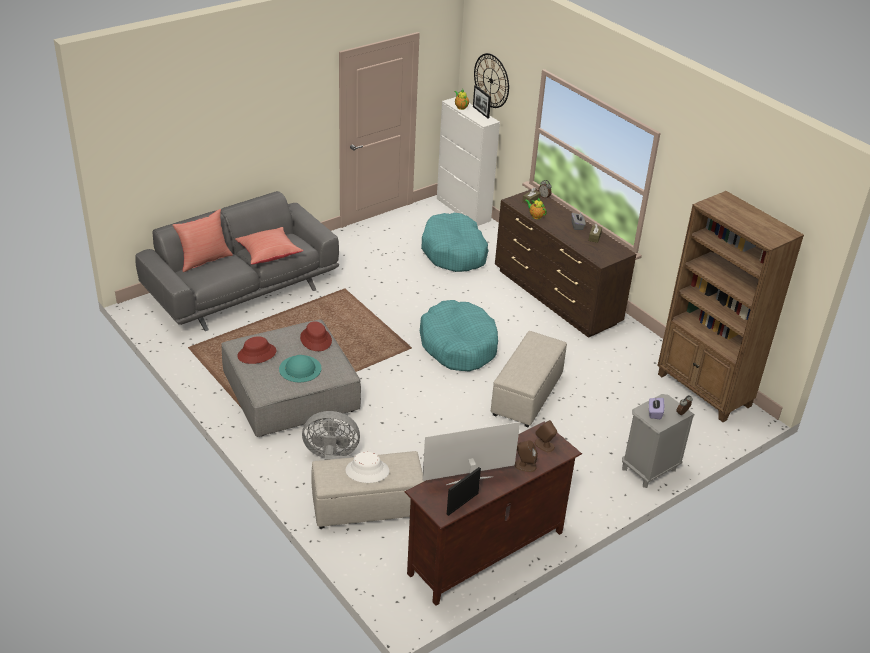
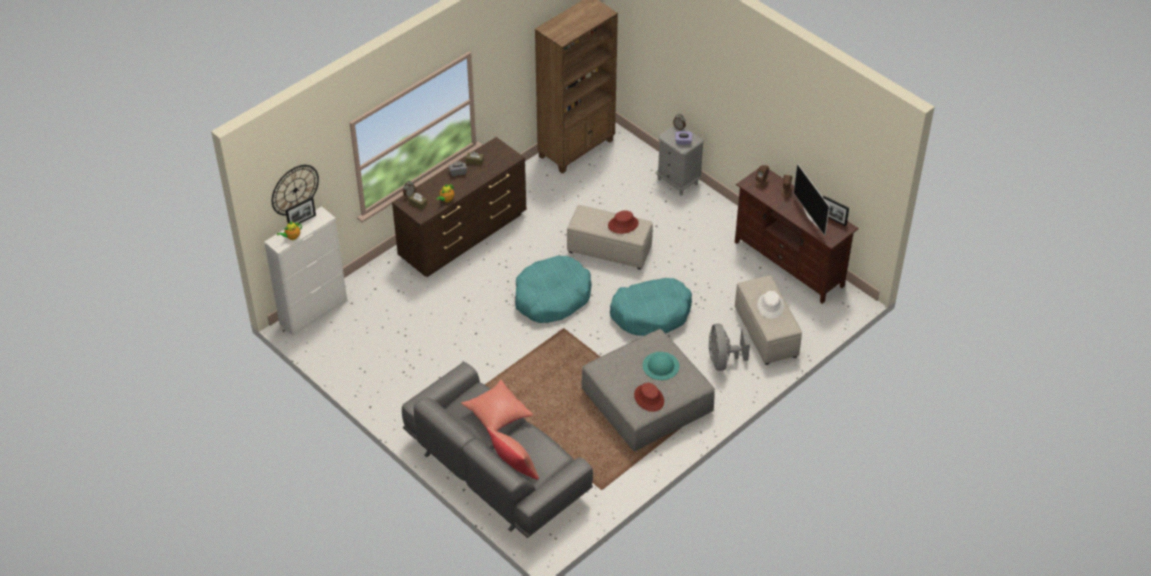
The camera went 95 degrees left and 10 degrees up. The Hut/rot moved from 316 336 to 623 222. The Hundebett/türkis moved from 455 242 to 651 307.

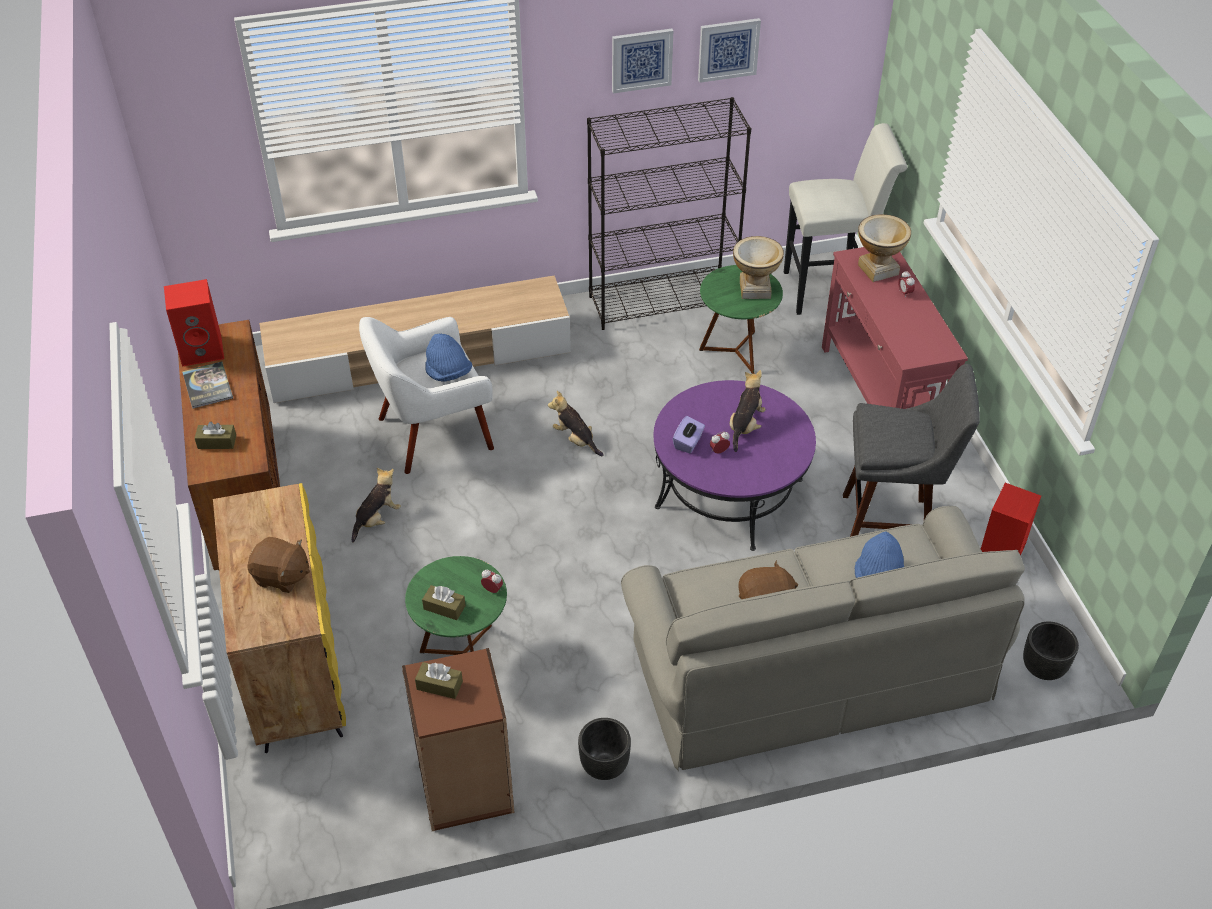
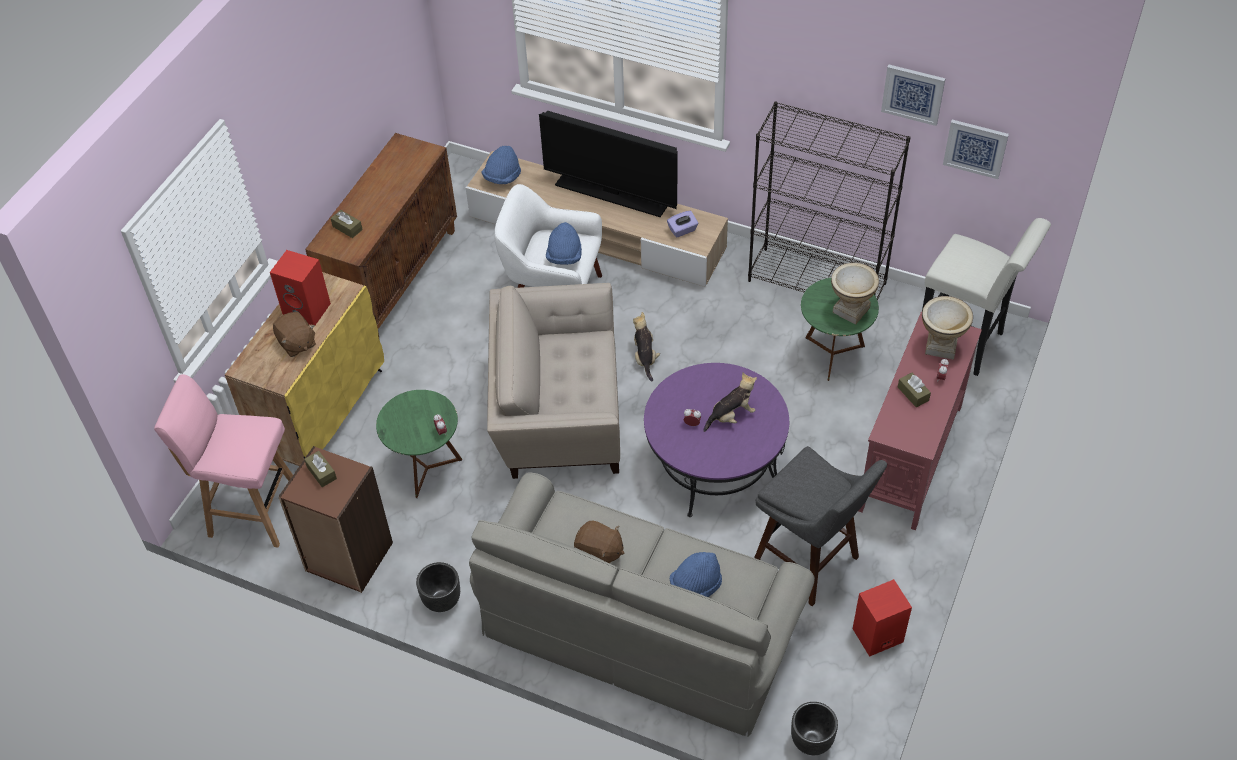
The camera went 40 degrees right and 5 degrees up. The Lautsprecher/rot moved from 194 323 to 300 287. The Buch at 207 385 disappeared. The Plüschtier at 376 505 disappeared. The Taschentuchbox/braun moved from 444 602 to 914 390. The Bild moved from 642 61 to 976 149. The Taschentuchbox/lila moved from 689 434 to 682 224. The Hocker/rosa at 223 461 appeared. The Hut/blau at 501 165 appeared. The Sessel/beige at 553 381 appeared. The Fernseher at 608 164 appeared.

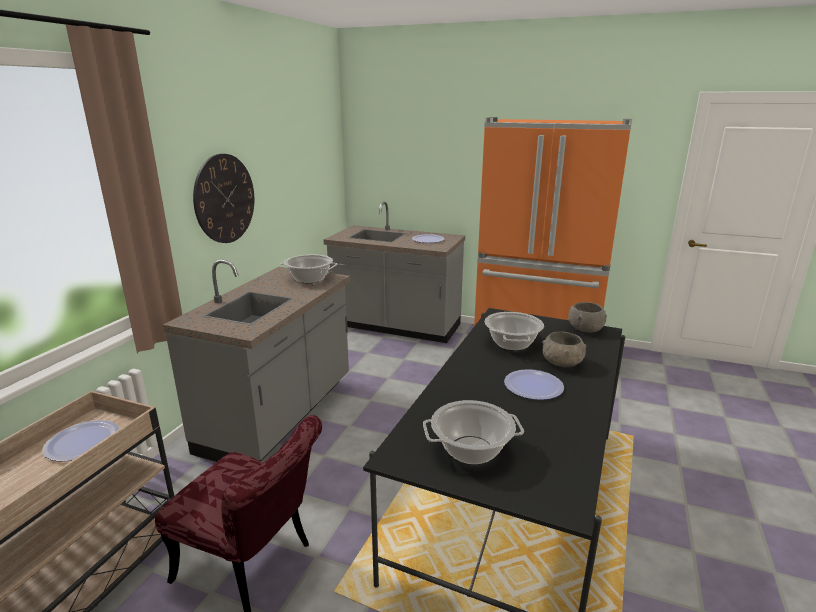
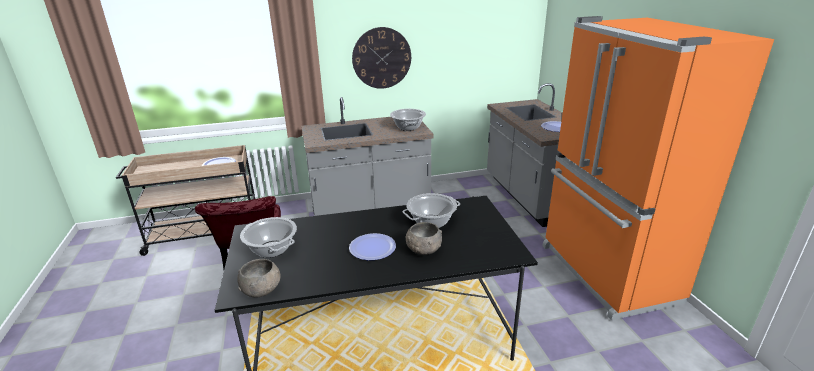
The camera went 55 degrees right and 5 degrees up. The Schüssel/grau moved from 587 317 to 258 278.

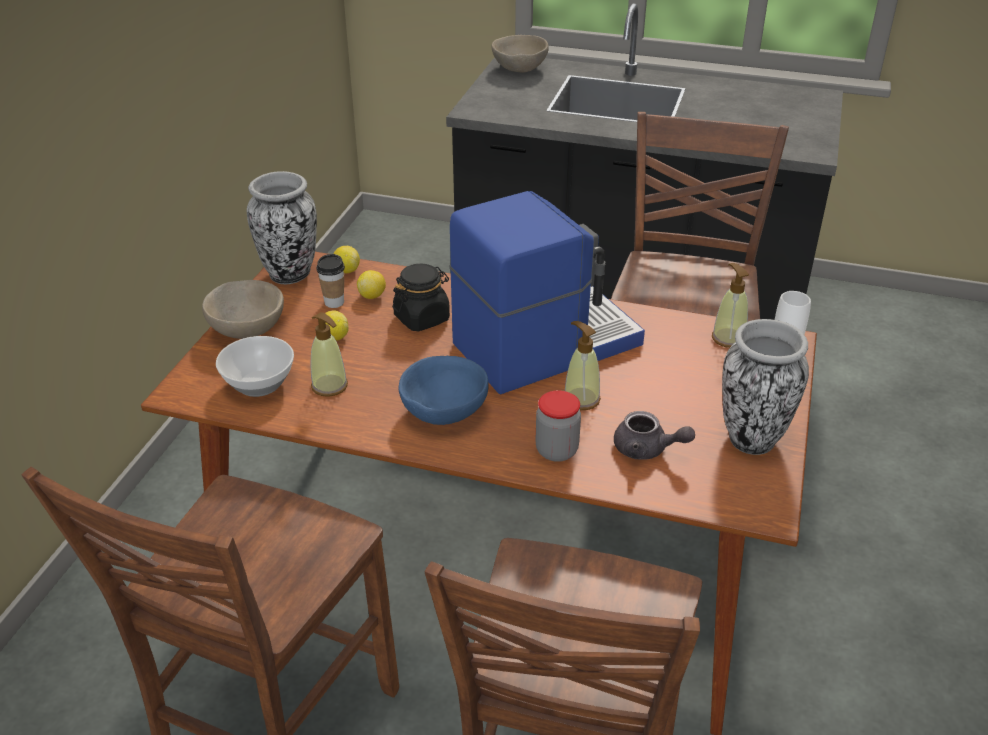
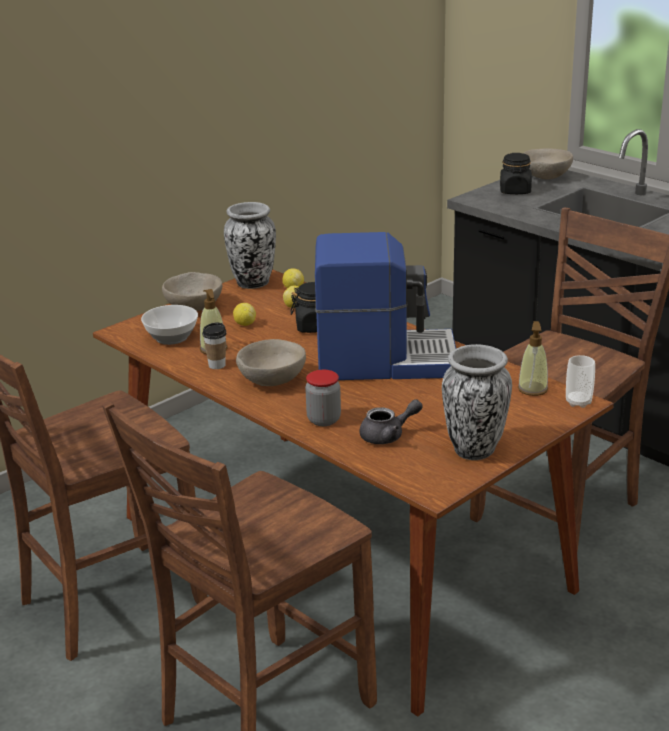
The camera went 30 degrees right and 10 degrees down. The Tasse moved from 330 281 to 214 346. The Schüssel/blau at 443 390 became the Schüssel/beige at 271 362. The Seifenspender at 583 365 disappeared. The Teekanne/grau at 654 435 turned 75 degrees counterclockwise. The Vorratsglas/schwarz at 516 173 appeared.

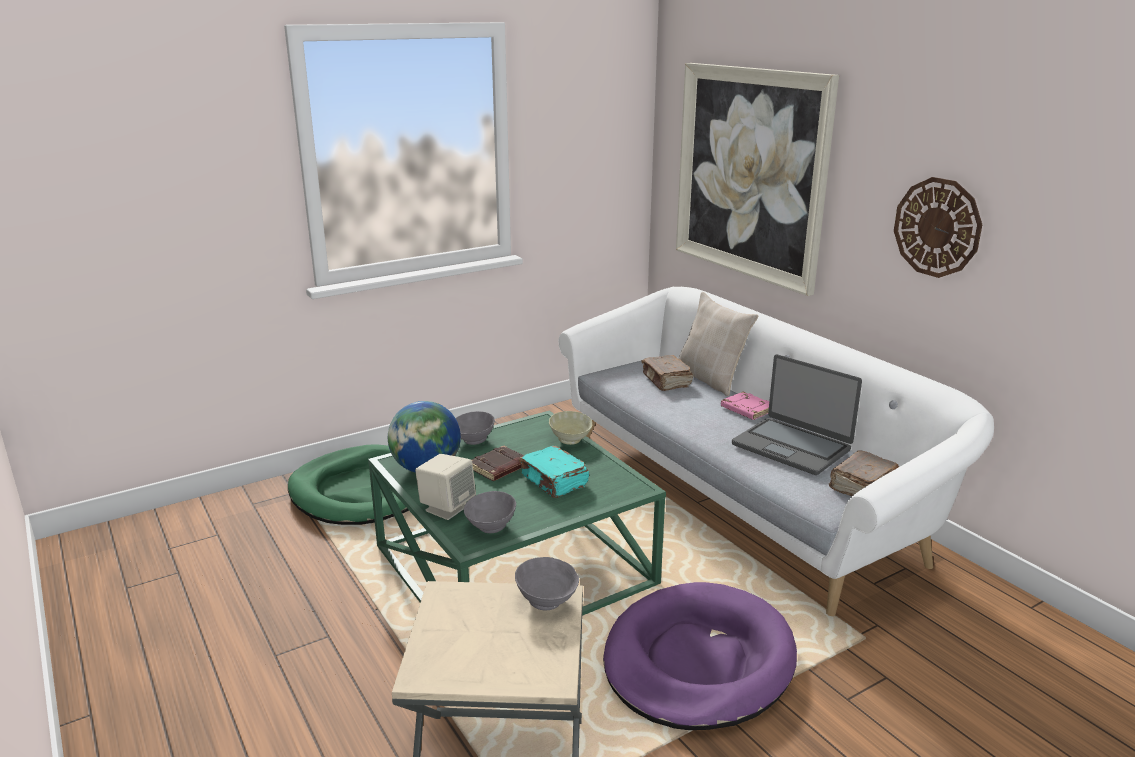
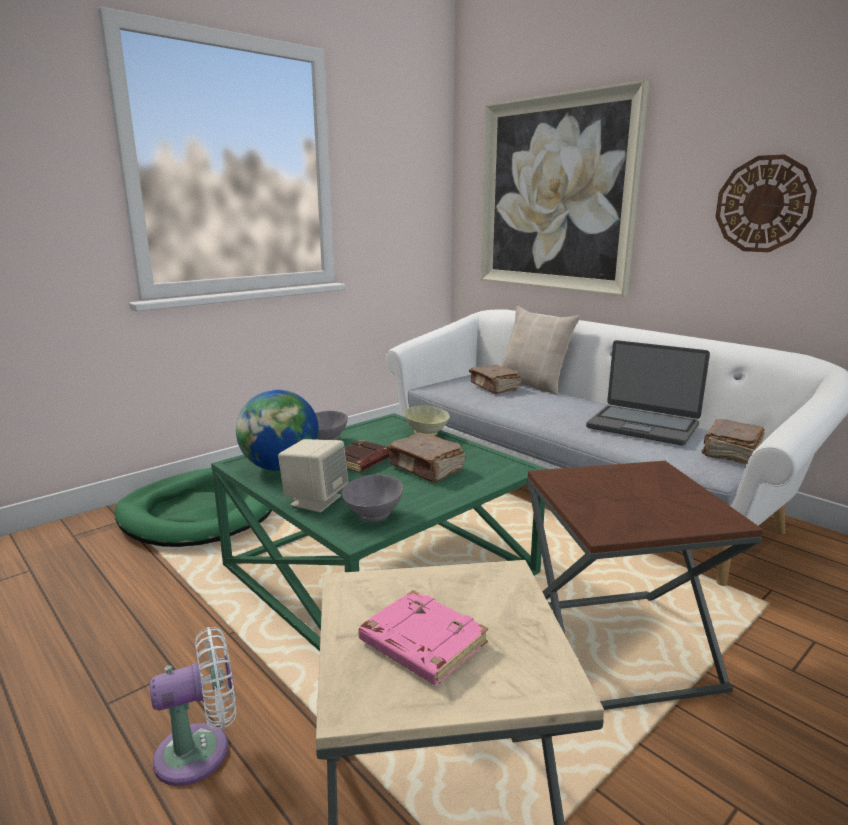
The camera went 10 degrees left and 5 degrees down. The Schüssel/grau at 547 583 disappeared. The Buch/türkis at 554 472 became the Buch/braun at 425 458. The Hundebett/lila at 700 656 was replaced by the Beistelltisch/braun at 645 585. The Buch/rosa moved from 745 406 to 423 637. The Ventilator/weiß at 193 706 appeared.

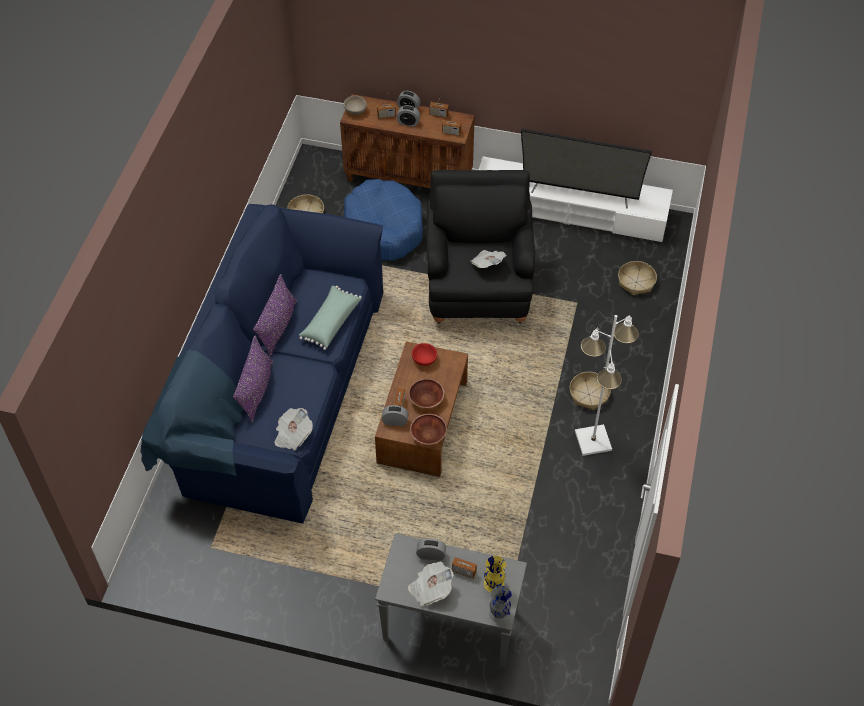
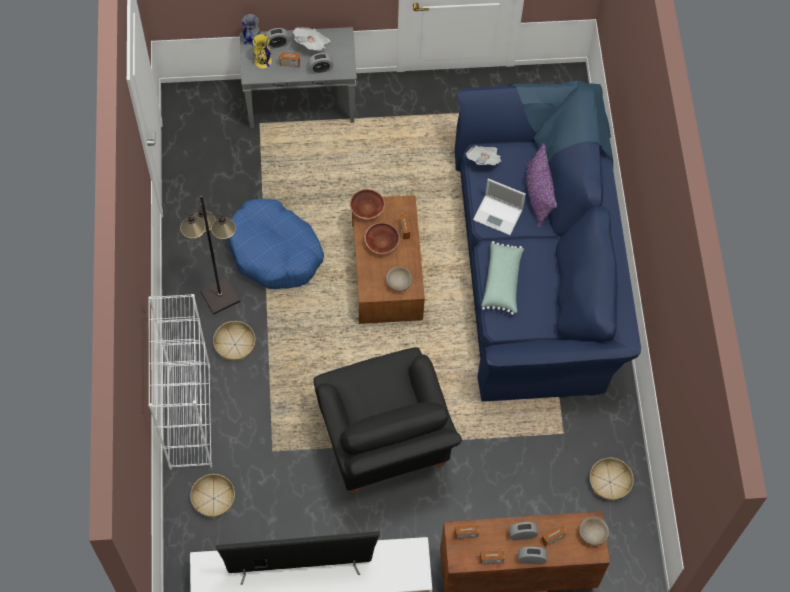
The camera went 160 degrees right and 10 degrees up. The Kissen/lila at 275 315 disappeared. The Hundebett/blau moved from 383 219 to 276 244. The Wecker moved from 395 415 to 277 38. The Schüssel/rot at 424 354 became the Schüssel/beige at 399 279. The Zeitung at 488 259 disappeared. The Stehlampe/weiß at 607 385 became the Stehlampe/schwarz at 210 255. The Bücherregal/weiß at 180 382 appeared. The Laptop at 499 207 appeared.

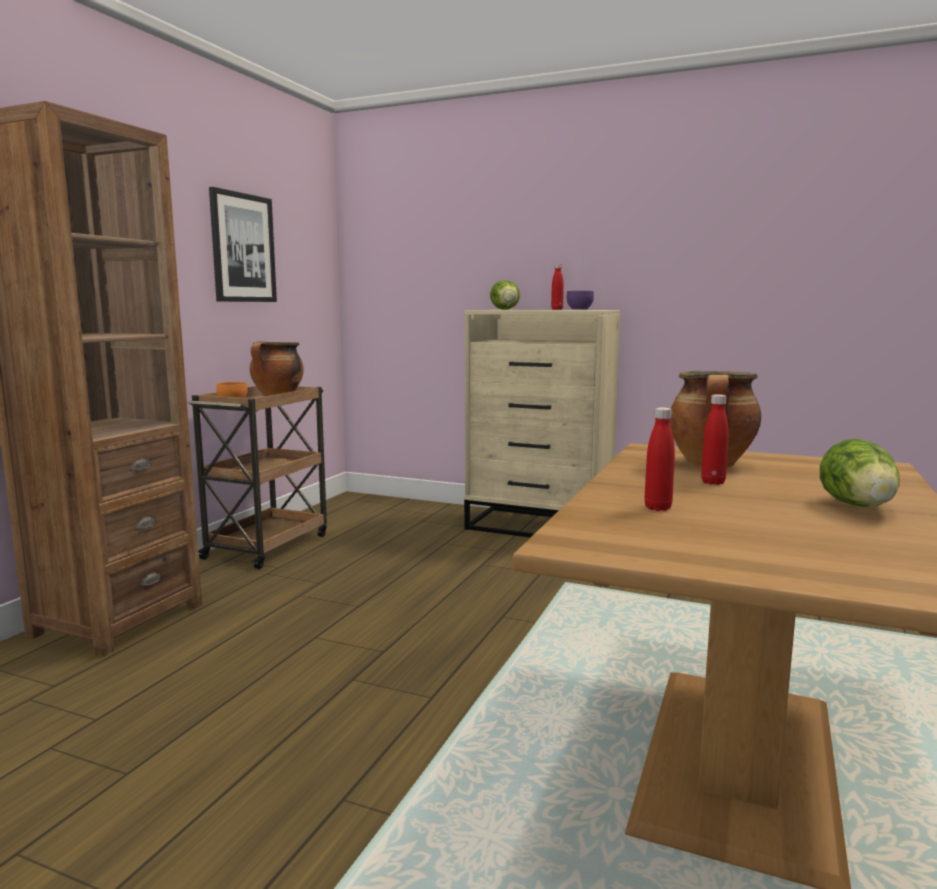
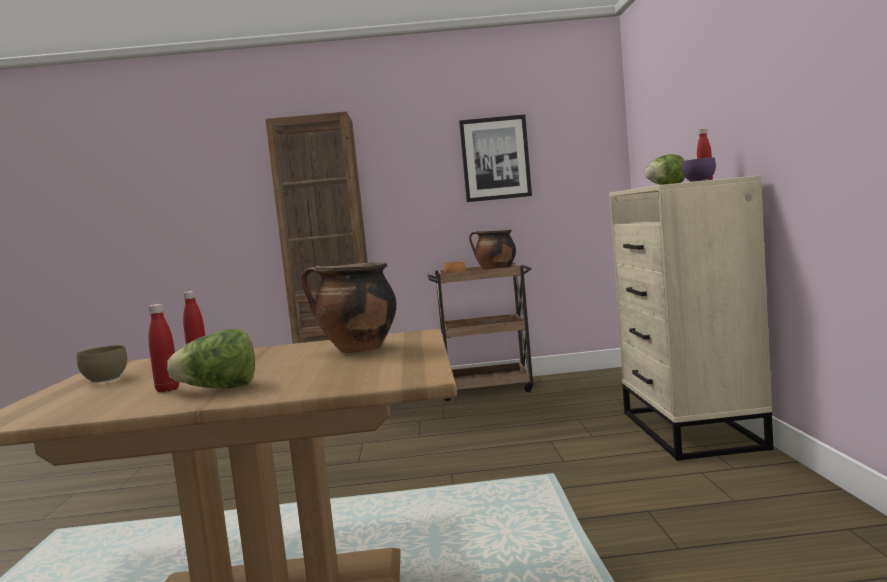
The camera went 65 degrees right and 5 degrees down. The Flasche/rot moved from 715 439 to 163 348. The Schüssel/braun at 101 364 appeared.

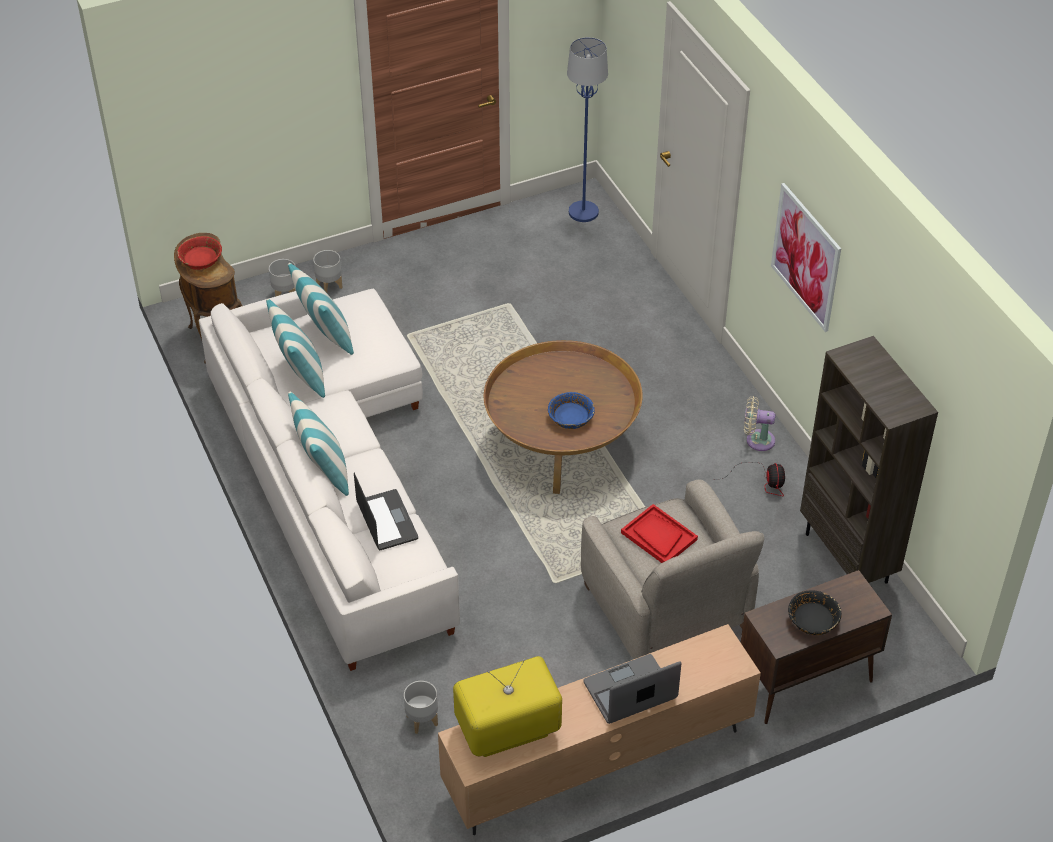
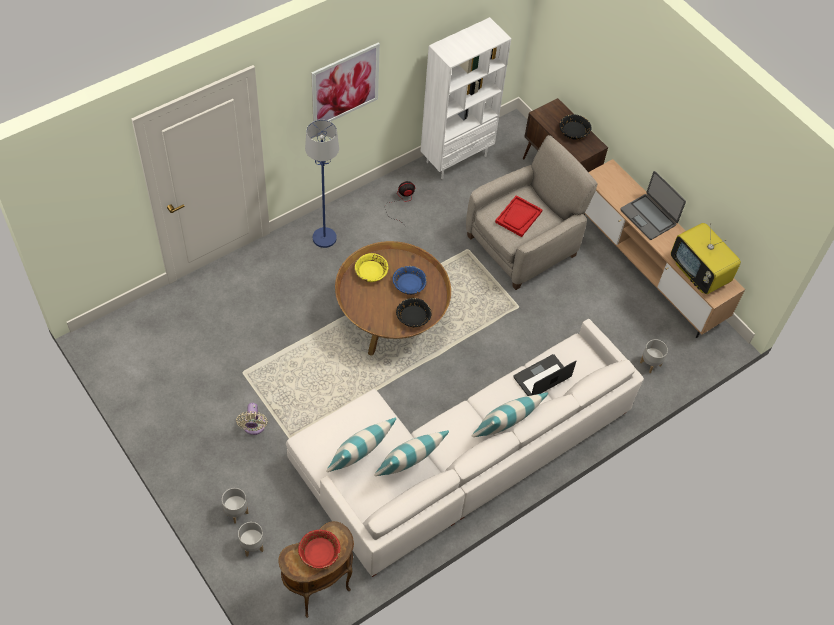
The camera went 105 degrees left and 10 degrees up. The Stehlampe/blau moved from 587 129 to 322 184. The Ventilator/beige moved from 759 423 to 252 419. The Bücherregal/braun at 869 460 became the Bücherregal/weiß at 466 98. The Schüssel/gelb at 371 267 appeared. The Schüssel/schwarz at 413 312 appeared.

